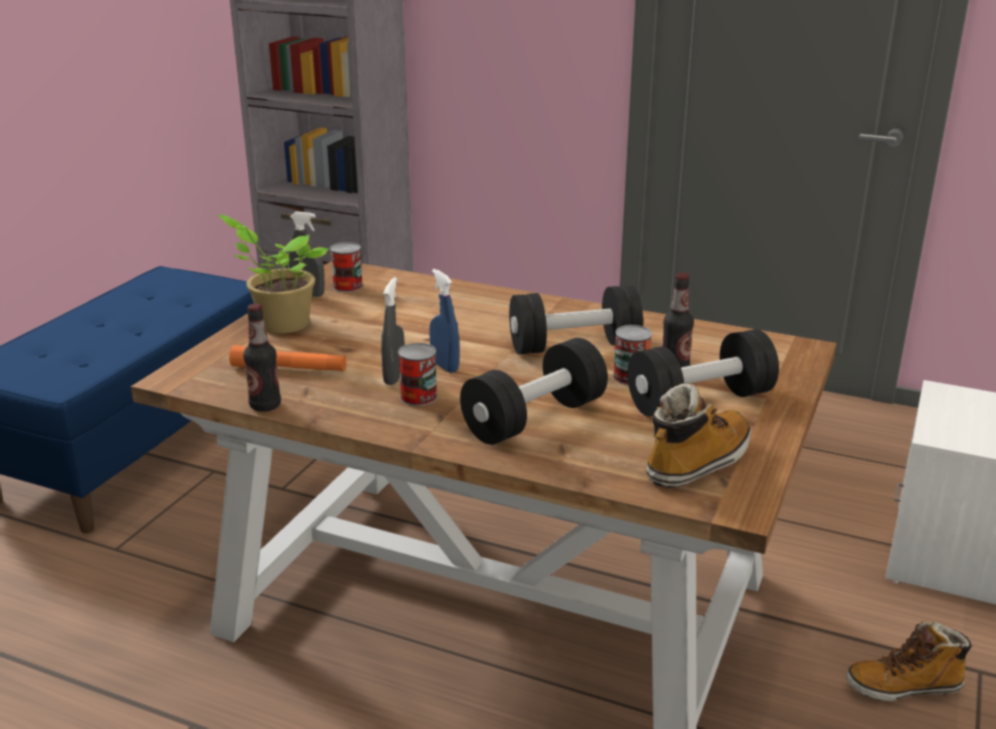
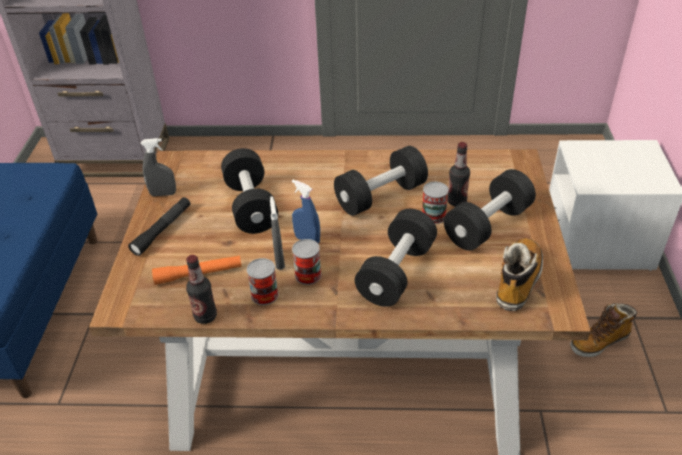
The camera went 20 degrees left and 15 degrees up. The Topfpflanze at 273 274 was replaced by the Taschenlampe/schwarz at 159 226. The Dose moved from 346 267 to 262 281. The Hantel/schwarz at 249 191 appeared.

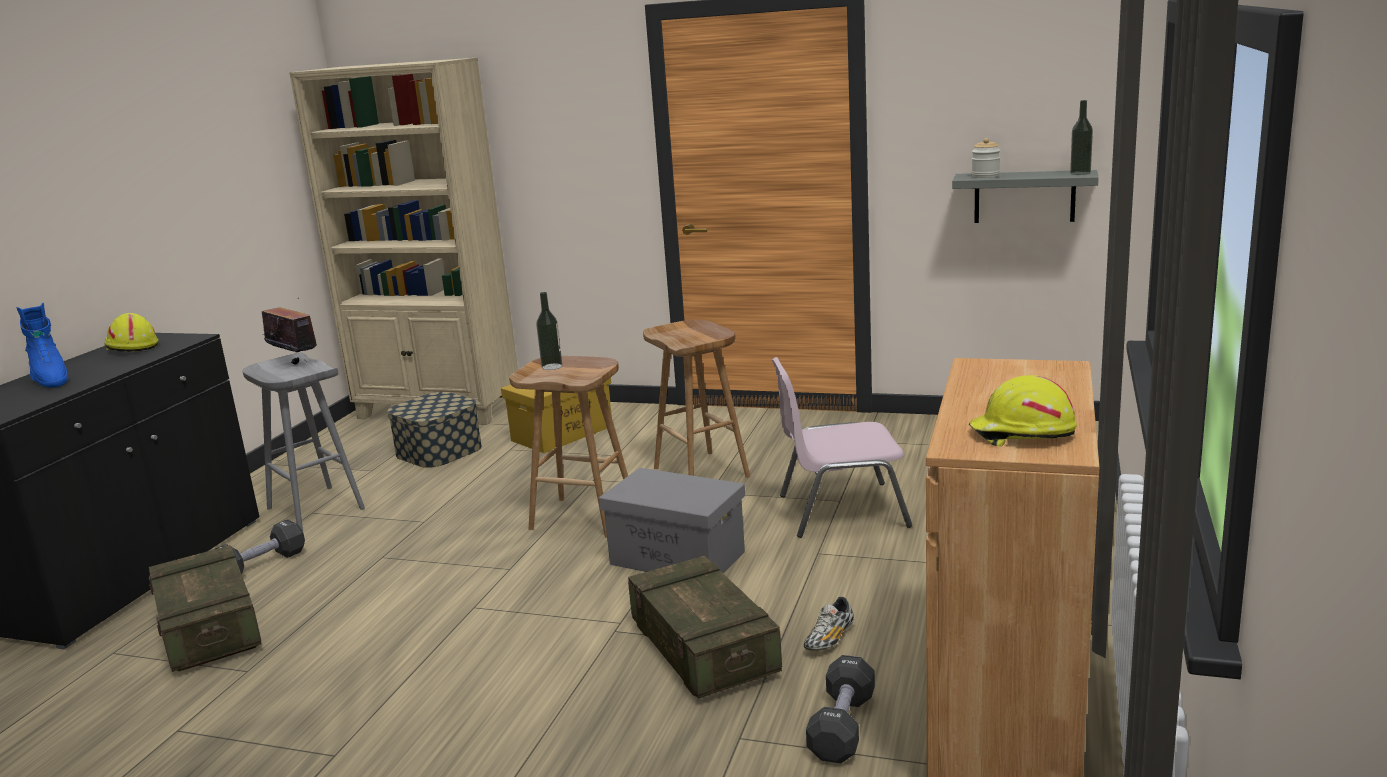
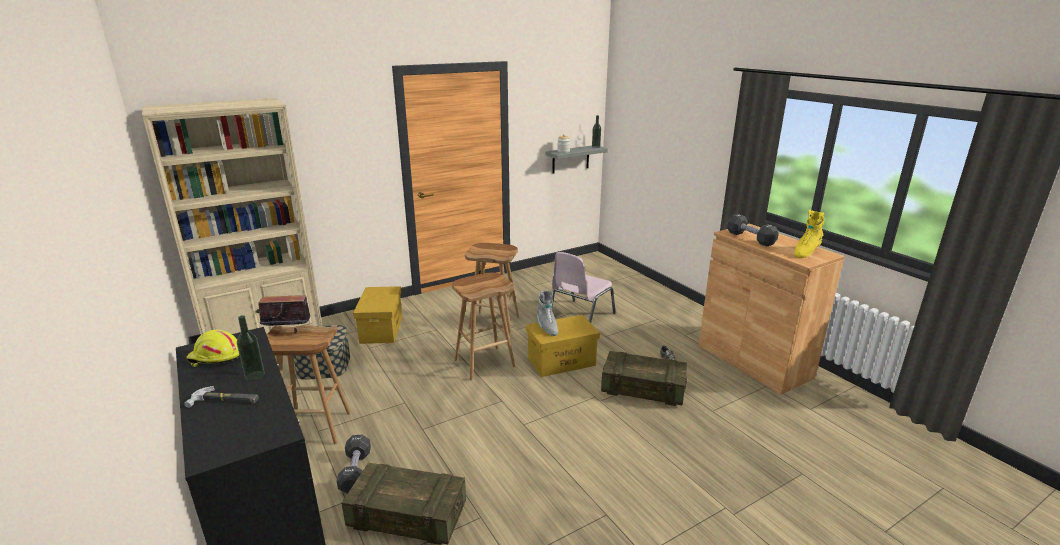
The camera went 50 degrees left and 5 degrees up. The Stiefel/blau at 42 345 was replaced by the Hammer at 221 397. The Hocker/grau at 303 442 became the Hocker/braun at 309 384. The Flasche moved from 549 331 to 251 348. The Aufbewahrungsbox/grau at 672 521 became the Aufbewahrungsbox/gelb at 563 346. The Hantel/schwarz moved from 840 709 to 753 230. The Schutzhelm/gelb at 1022 411 was replaced by the Stiefel/gelb at 809 234. The Stiefel/grau at 547 313 appeared.

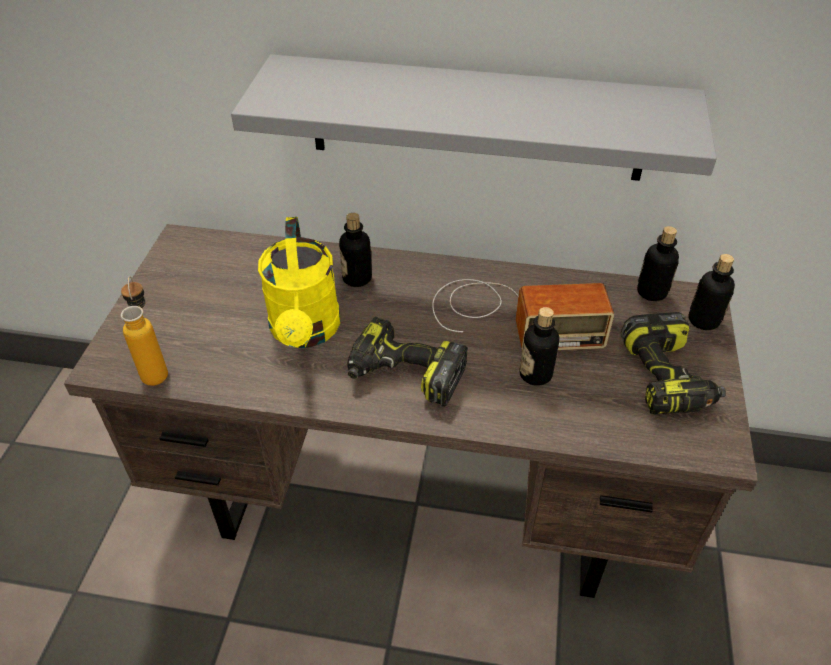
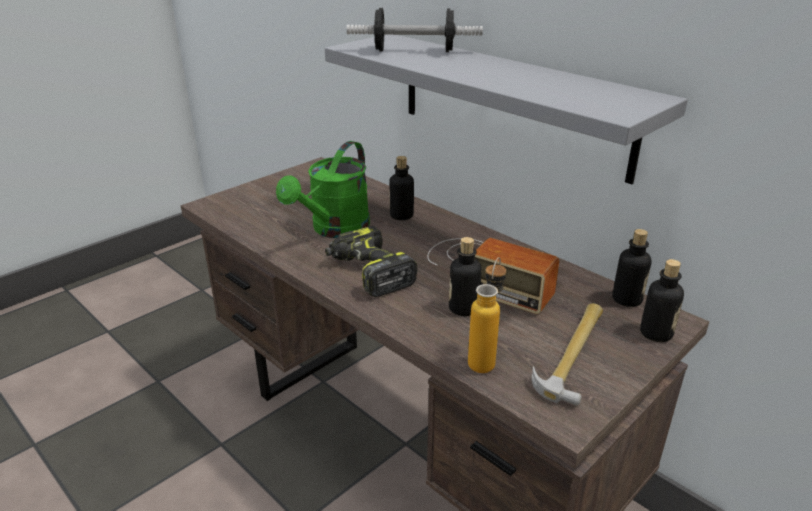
The camera went 35 degrees right and 15 degrees down. The Flasche moved from 144 331 to 487 315. The Gießkanne/gelb at 299 282 became the Gießkanne/grün at 323 189. The Bohrmaschine at 673 363 was replaced by the Hammer at 567 354. The Hantel at 415 30 appeared.

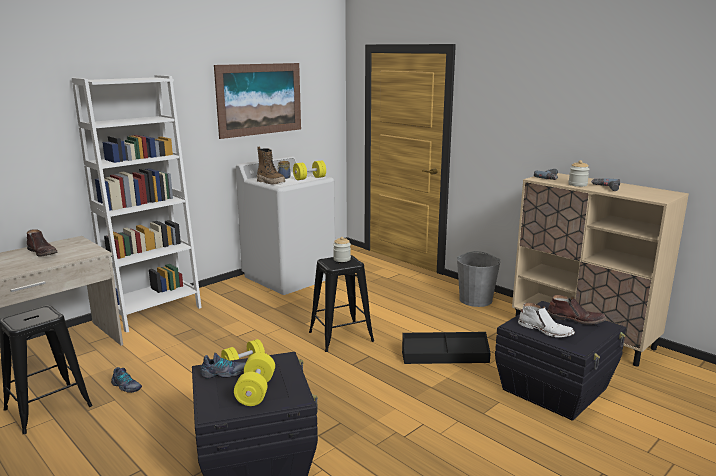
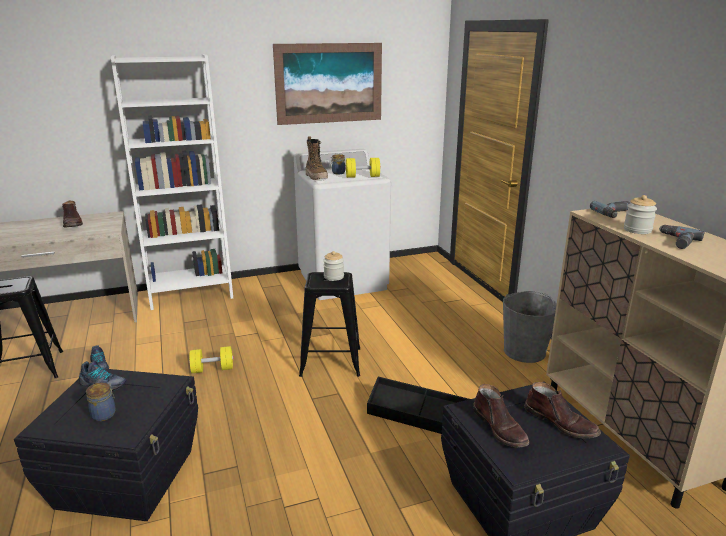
The camera went 25 degrees right and 5 degrees up. The Hantel/gelb at 254 379 was replaced by the Vorratsglas at 101 402. The Stiefel/weiß at 546 320 became the Stiefel/braun at 501 416.

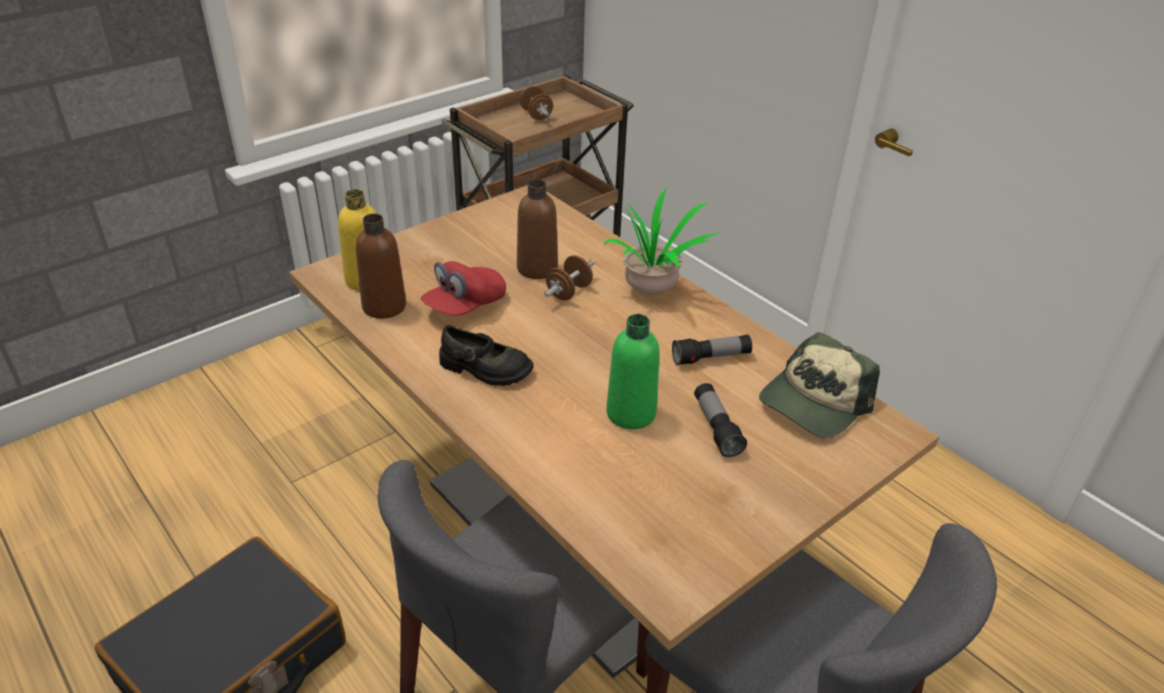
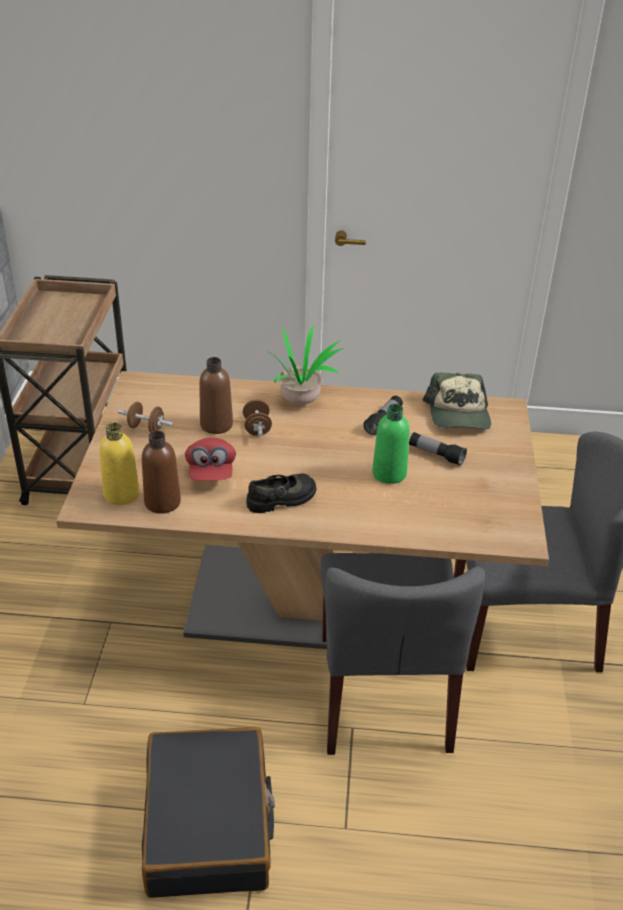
The camera went 45 degrees left and 0 degrees up. The Hantel/braun moved from 536 103 to 145 417.

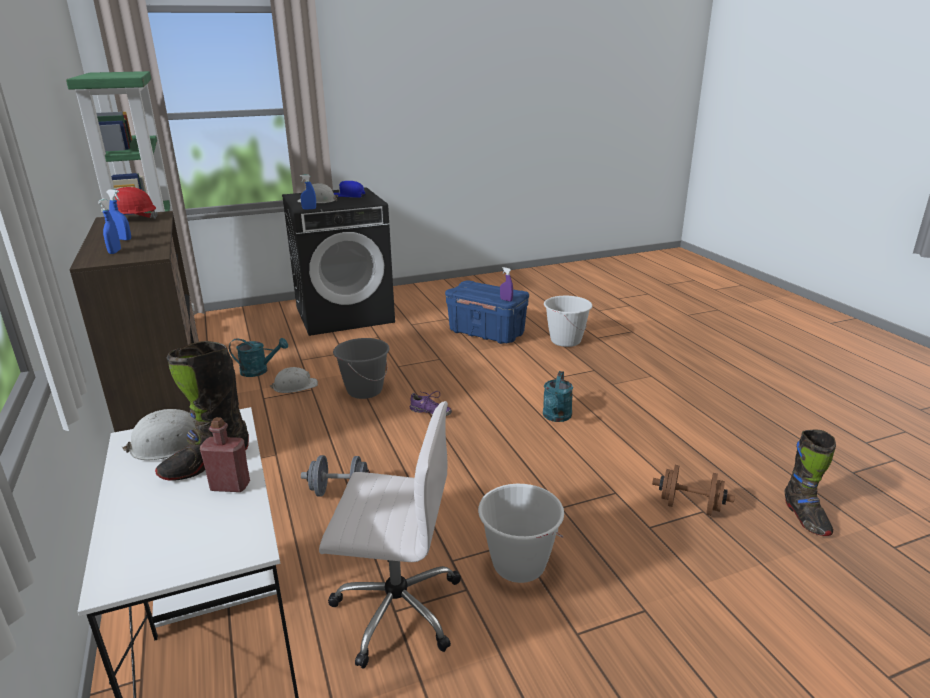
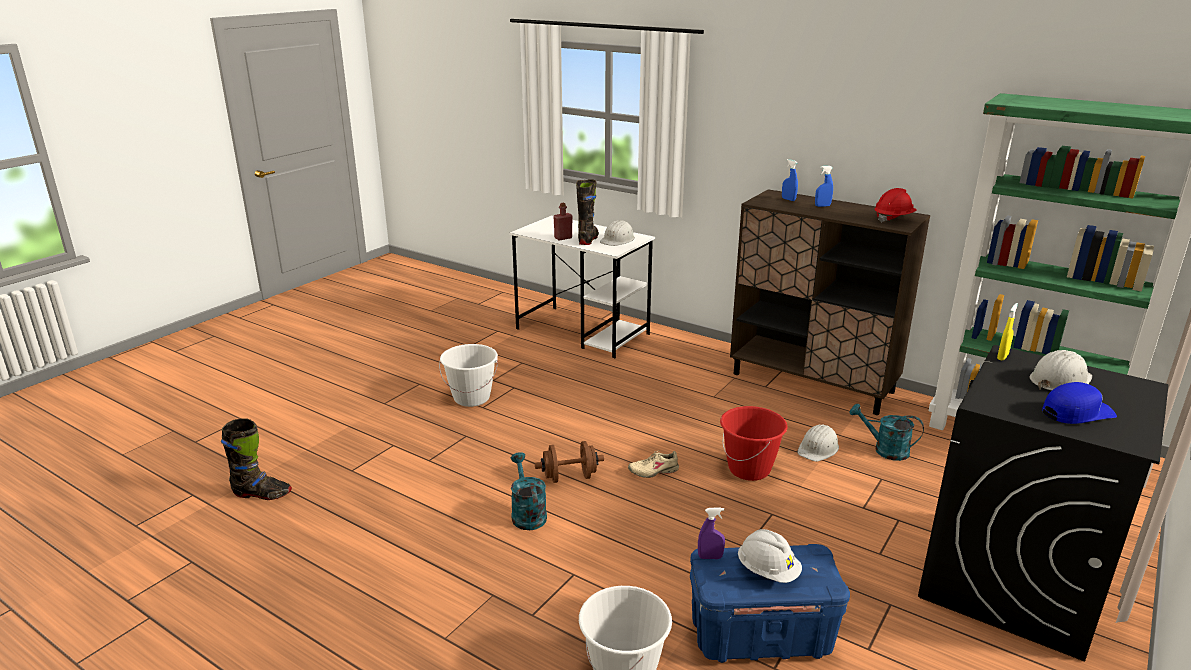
The camera went 145 degrees right and 0 degrees up. The Gießkanne/türkis at 258 357 turned 60 degrees clockwise. The Sprühflasche/blau at 308 192 became the Sprühflasche/gelb at 1007 332. The Hantel/grau at 335 475 disappeared. The Bürostuhl/weiß at 390 535 disappeared. The Eimer/grau at 361 368 became the Eimer/rot at 754 443. The Schuh/lila at 431 403 became the Schuh/beige at 653 464. The Hantel/braun moved from 693 490 to 569 462. The Stiefel/schwarz at 810 482 turned 135 degrees clockwise. The Schutzhelm/weiß at 770 556 appeared.

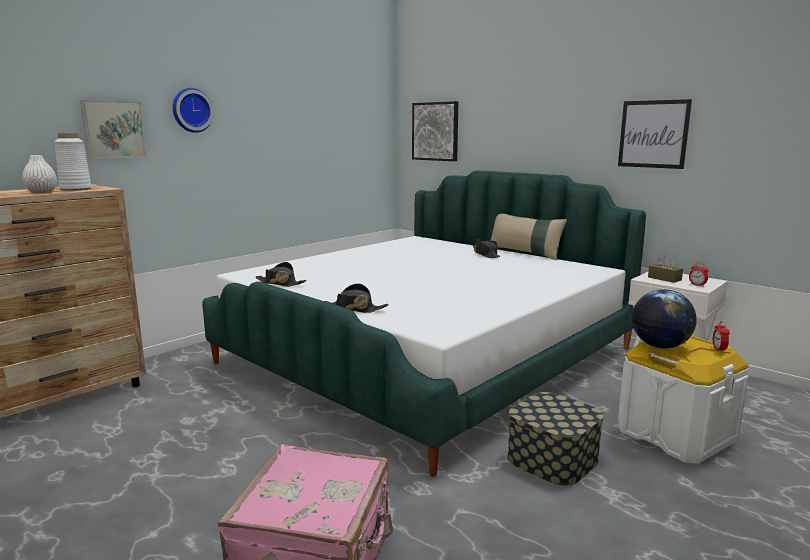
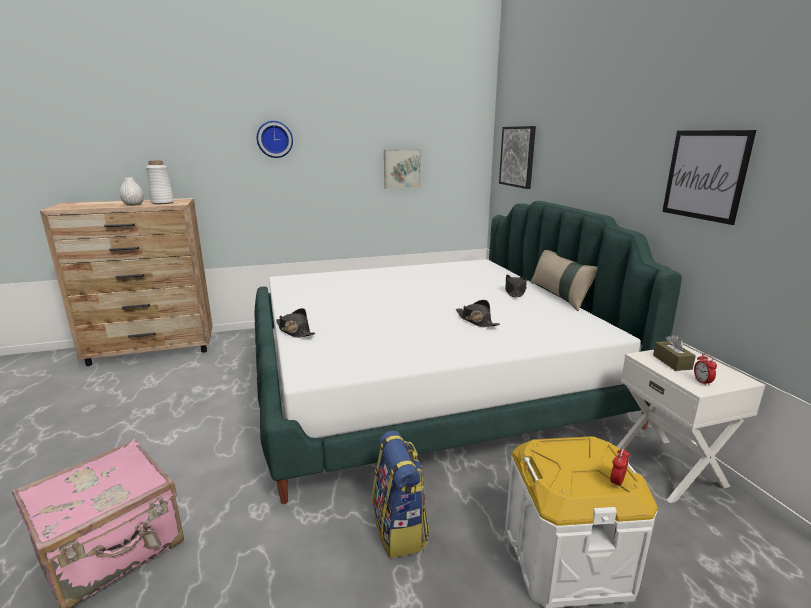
The camera went 30 degrees right and 5 degrees up. The Bild moved from 113 129 to 402 169. The Hut/schwarz moved from 281 274 to 478 313. The Aufbewahrungsbox at 556 439 was replaced by the Rucksack at 400 494. The Globus at 664 319 disappeared.

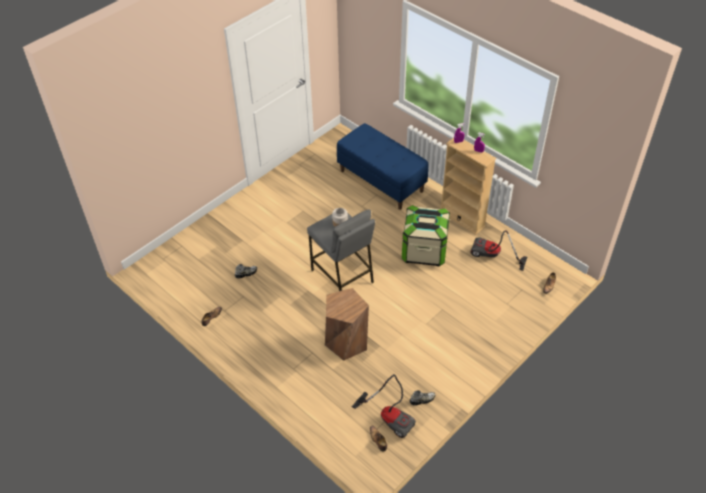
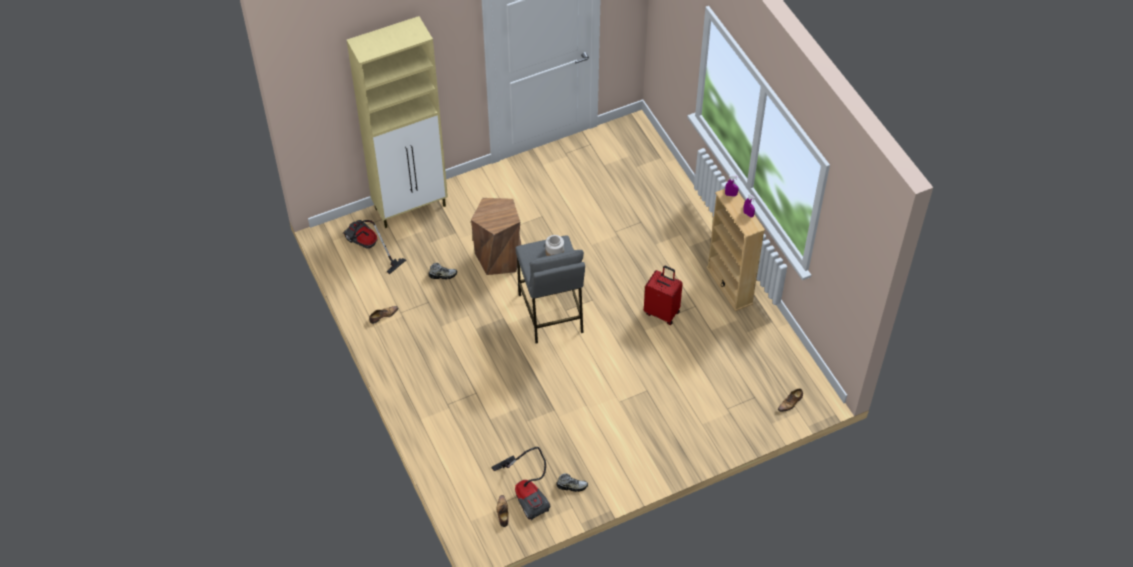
The camera went 20 degrees right and 5 degrees up. The Hocker/braun moved from 347 324 to 496 236. The Bank/blau at 382 166 disappeared. The Aufbewahrungsbox at 426 235 was replaced by the Koffer/rot at 663 295. The Staubsauger moved from 499 250 to 374 247. The Schrank/beige at 397 122 appeared.

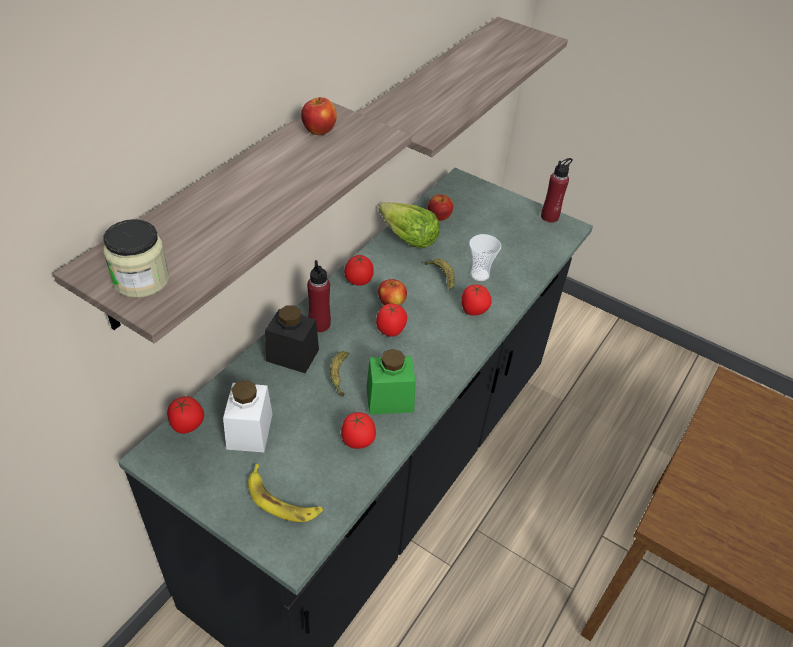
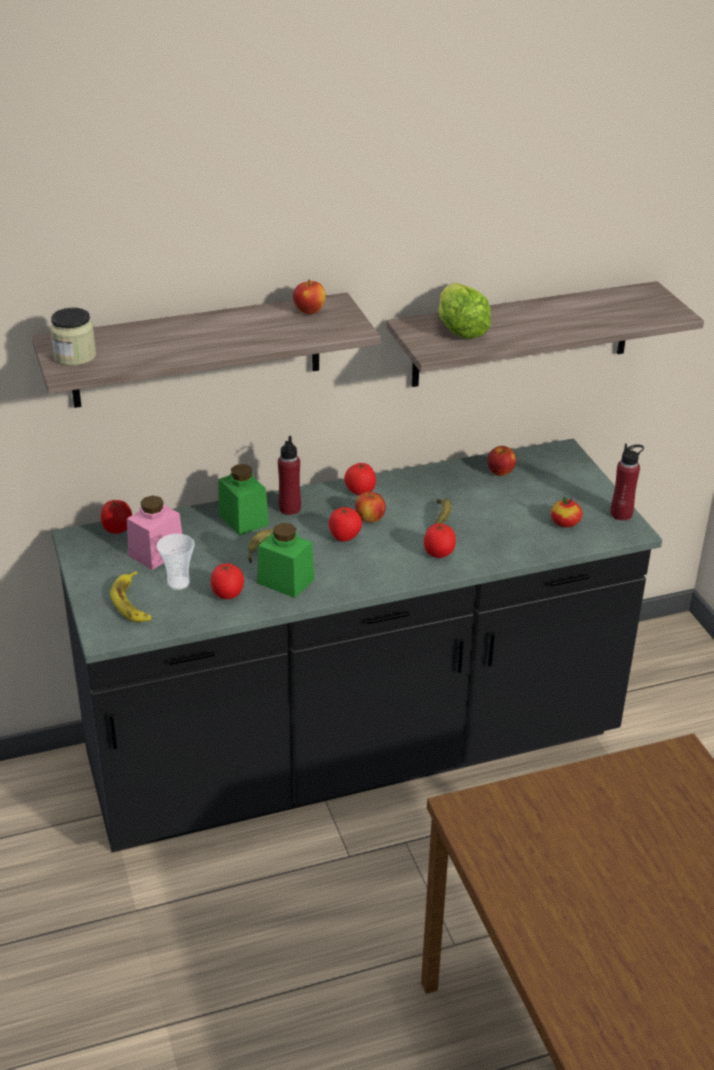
The camera went 40 degrees right and 10 degrees down. The Vorratsglas/weiß at 247 416 became the Vorratsglas/rosa at 154 532. The Vorratsglas/schwarz at 292 339 became the Vorratsglas/grün at 244 500. The Salatkopf moved from 409 225 to 465 311. The Tasse moved from 485 257 to 176 562. The Apfel at 566 511 appeared.

